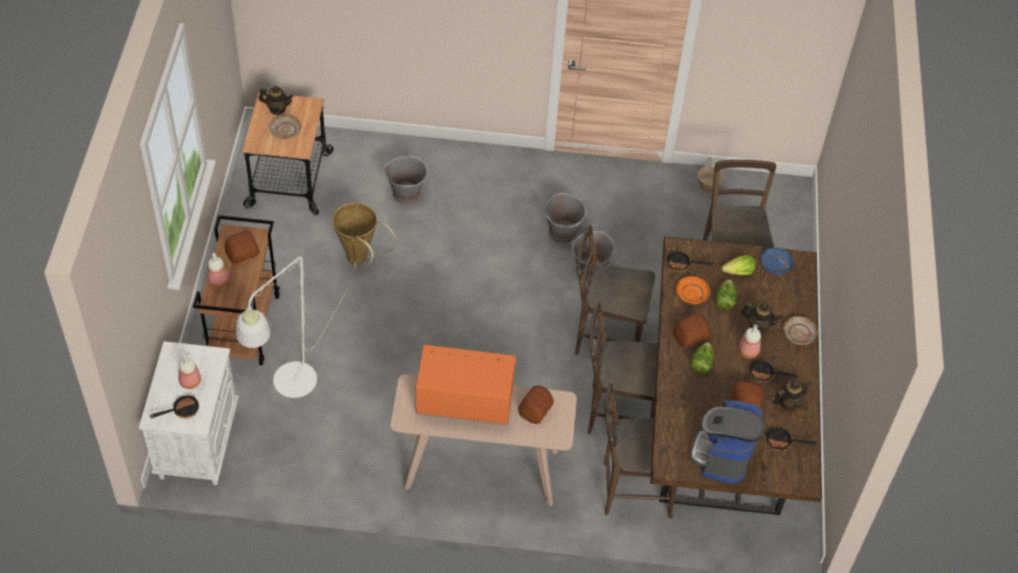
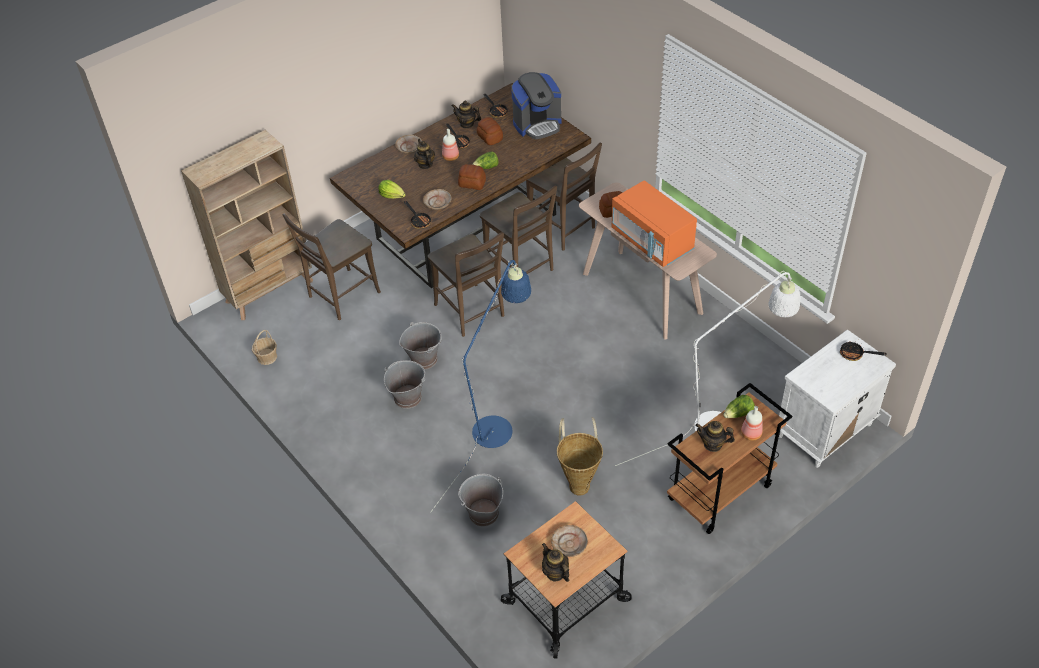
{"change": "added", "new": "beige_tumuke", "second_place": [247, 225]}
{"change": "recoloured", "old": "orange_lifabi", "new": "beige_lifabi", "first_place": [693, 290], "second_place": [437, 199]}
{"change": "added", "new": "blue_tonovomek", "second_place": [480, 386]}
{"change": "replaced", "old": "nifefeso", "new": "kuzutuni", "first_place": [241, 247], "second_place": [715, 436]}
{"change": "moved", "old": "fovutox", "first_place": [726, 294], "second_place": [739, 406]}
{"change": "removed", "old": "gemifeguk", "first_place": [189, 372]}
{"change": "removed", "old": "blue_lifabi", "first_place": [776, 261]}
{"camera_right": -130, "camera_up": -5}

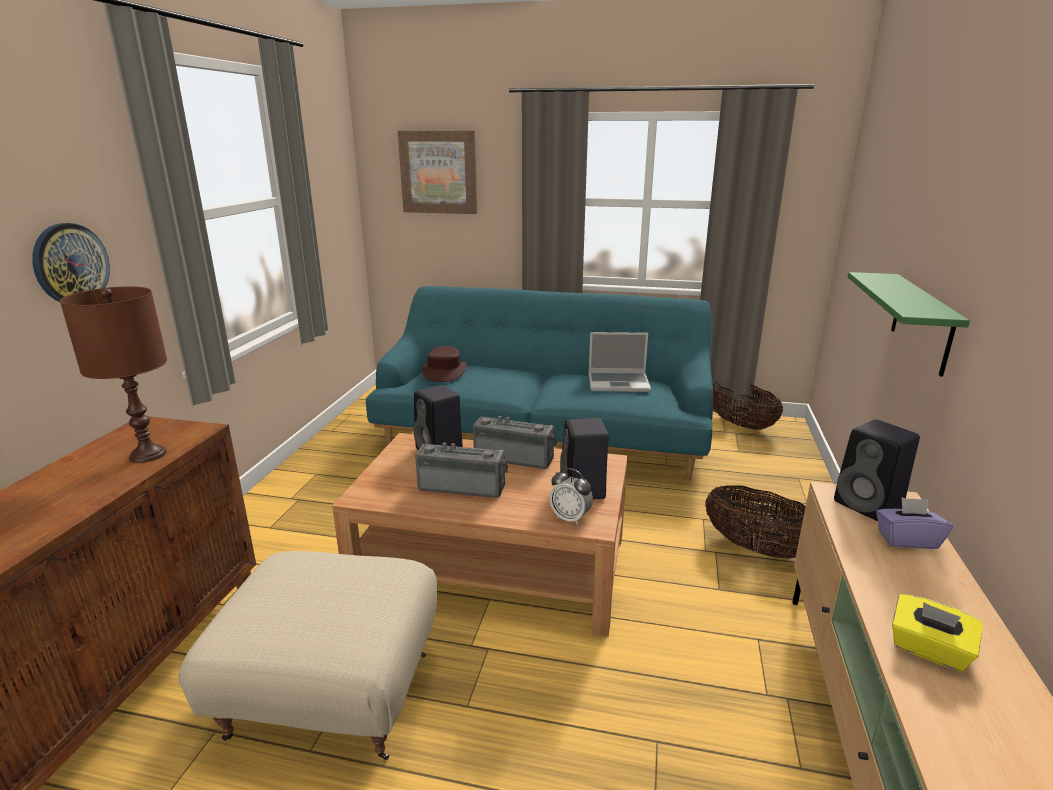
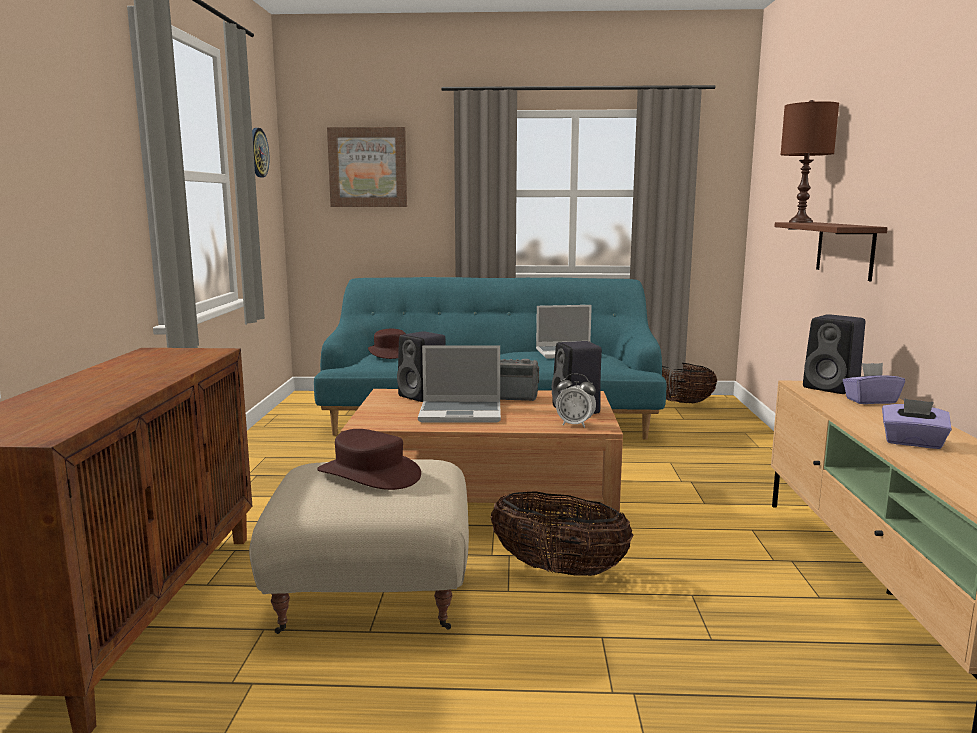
{"change": "moved", "old": "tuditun", "first_place": [71, 262], "second_place": [261, 152]}
{"change": "added", "new": "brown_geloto", "second_place": [369, 459]}
{"change": "replaced", "old": "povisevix", "new": "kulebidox", "first_place": [461, 470], "second_place": [459, 384]}
{"change": "moved", "old": "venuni", "first_place": [755, 521], "second_place": [562, 533]}
{"change": "recoloured", "old": "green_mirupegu", "new": "brown_mirupegu", "first_place": [909, 324], "second_place": [831, 251]}
{"change": "moved", "old": "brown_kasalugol", "first_place": [113, 374], "second_place": [809, 161]}
{"change": "recoloured", "old": "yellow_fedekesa", "new": "purple_fedekesa", "first_place": [937, 633], "second_place": [917, 423]}
{"camera_right": -10, "camera_up": -10}

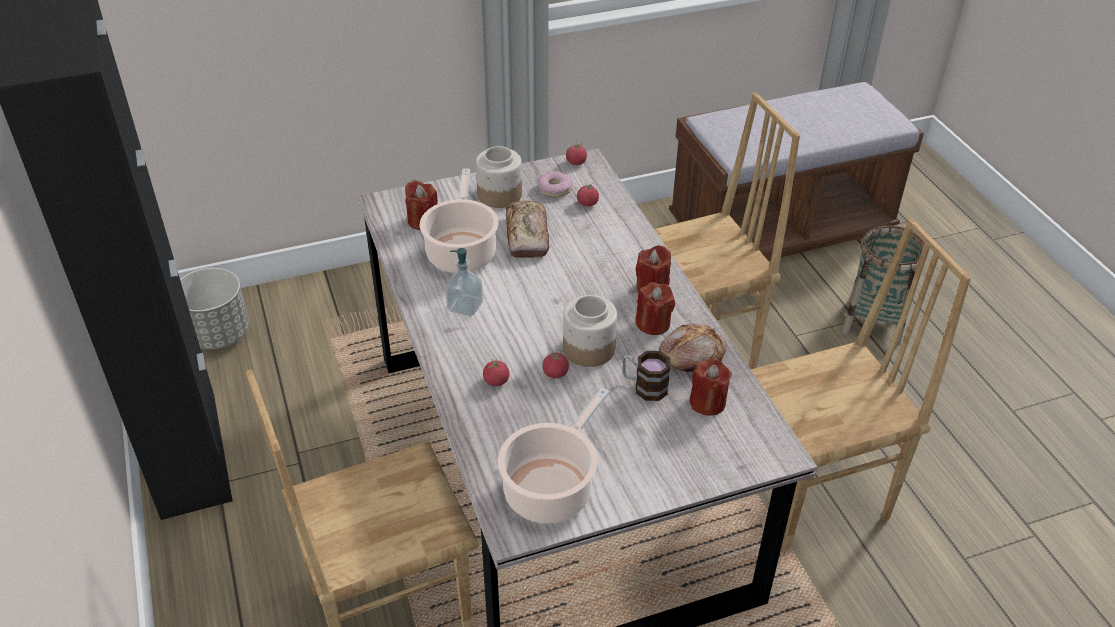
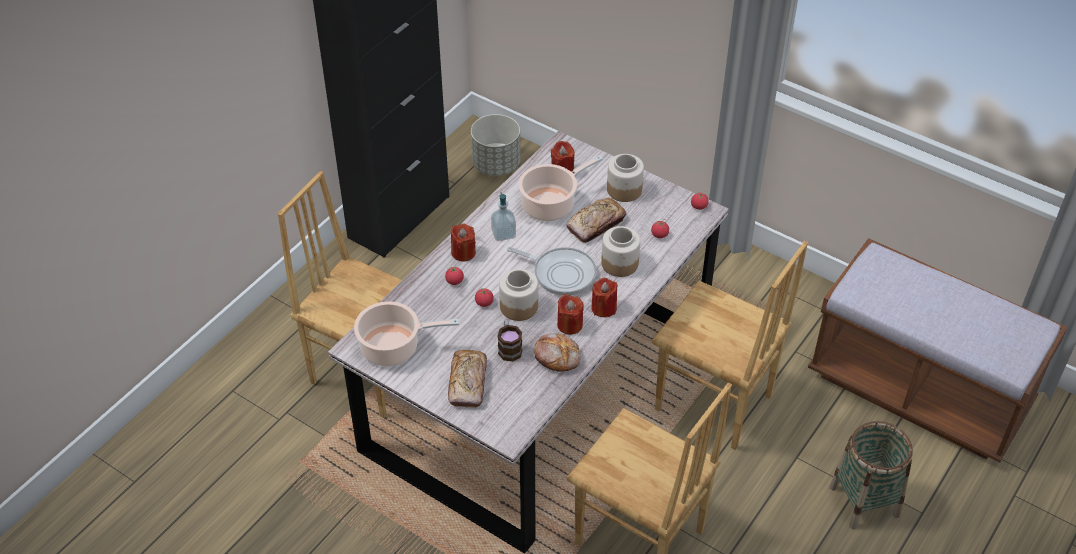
{"change": "added", "new": "nifefeso", "second_place": [467, 379]}
{"change": "moved", "old": "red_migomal", "first_place": [710, 387], "second_place": [463, 242]}
{"change": "added", "new": "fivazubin", "second_place": [551, 271]}
{"change": "added", "new": "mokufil", "second_place": [620, 251]}
{"change": "removed", "old": "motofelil", "first_place": [554, 184]}
{"camera_right": 55, "camera_up": 5}

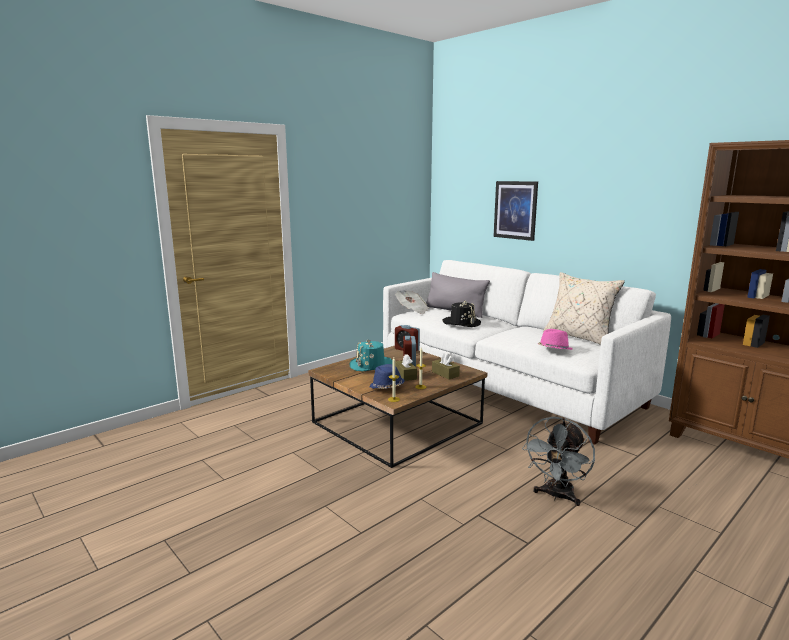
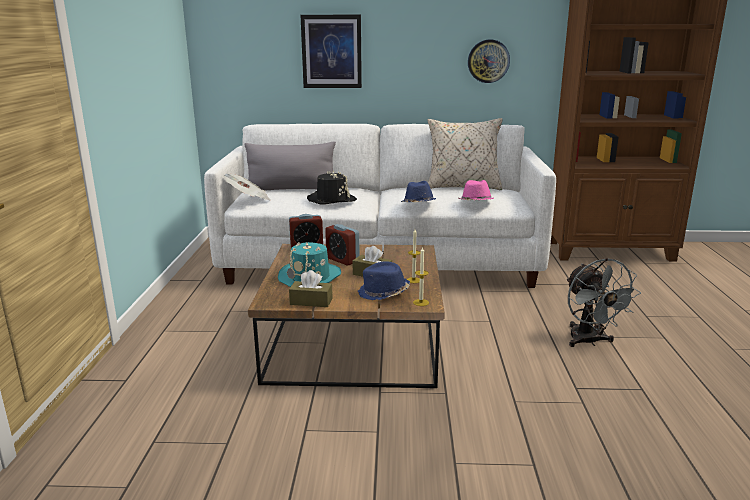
{"change": "moved", "old": "brown_fedekesa", "first_place": [446, 366], "second_place": [311, 288]}
{"change": "added", "new": "blue_geloto", "second_place": [418, 192]}
{"change": "added", "new": "tuditun", "second_place": [489, 61]}
{"camera_right": -45, "camera_up": 5}

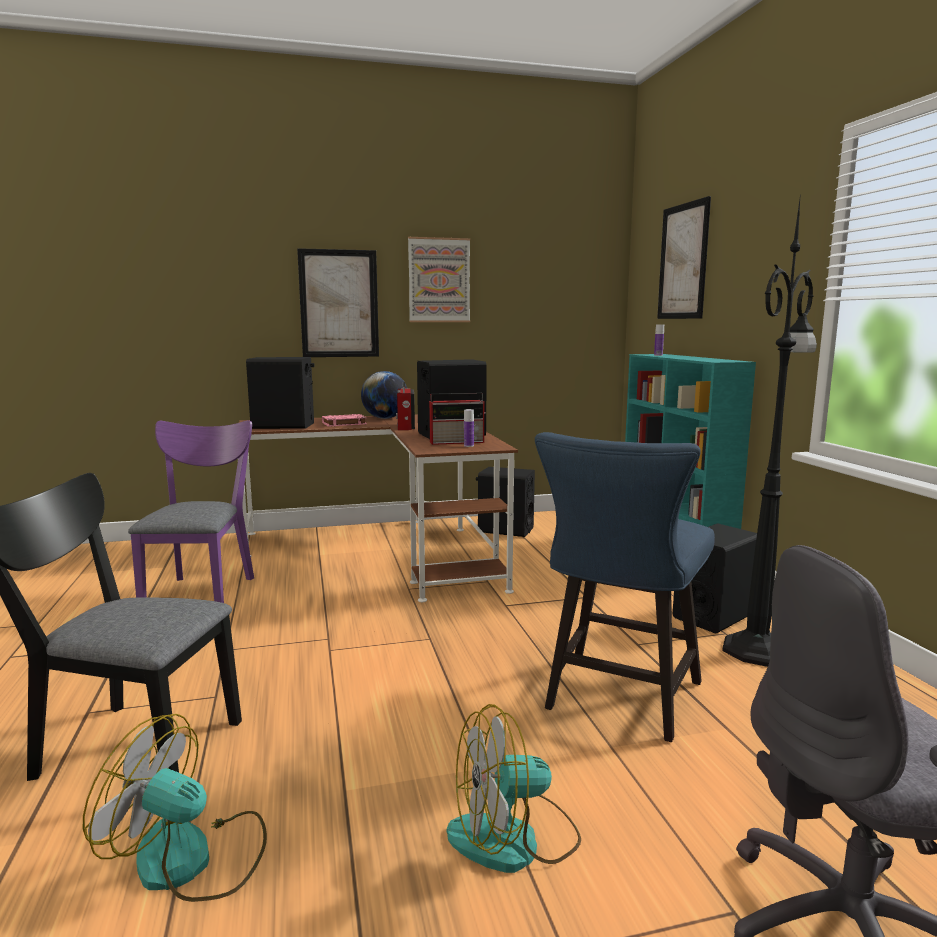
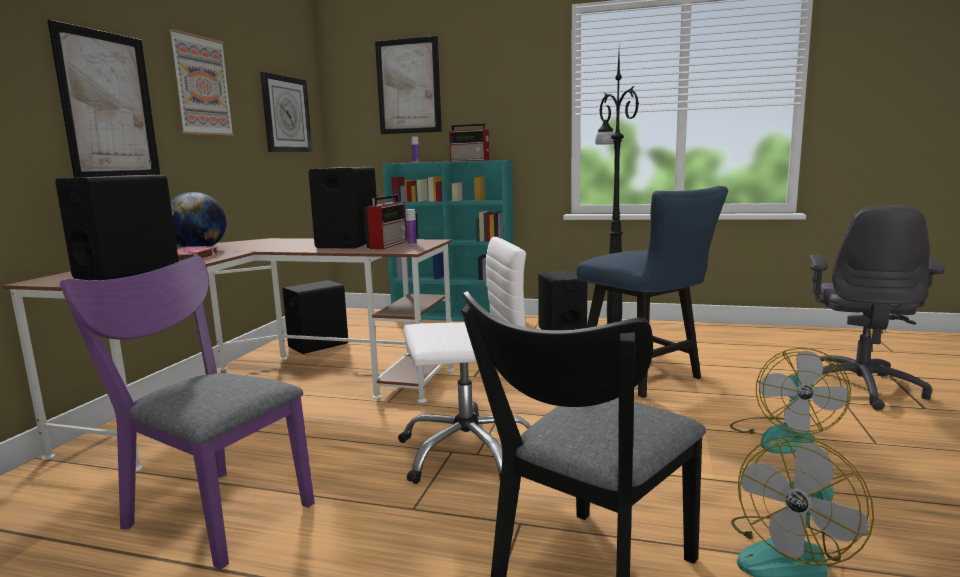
{"change": "added", "new": "tuditun", "second_place": [286, 112]}
{"change": "added", "new": "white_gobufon", "second_place": [464, 360]}
{"change": "moved", "old": "povisevix", "first_place": [405, 406], "second_place": [469, 142]}
{"camera_right": -60, "camera_up": 0}

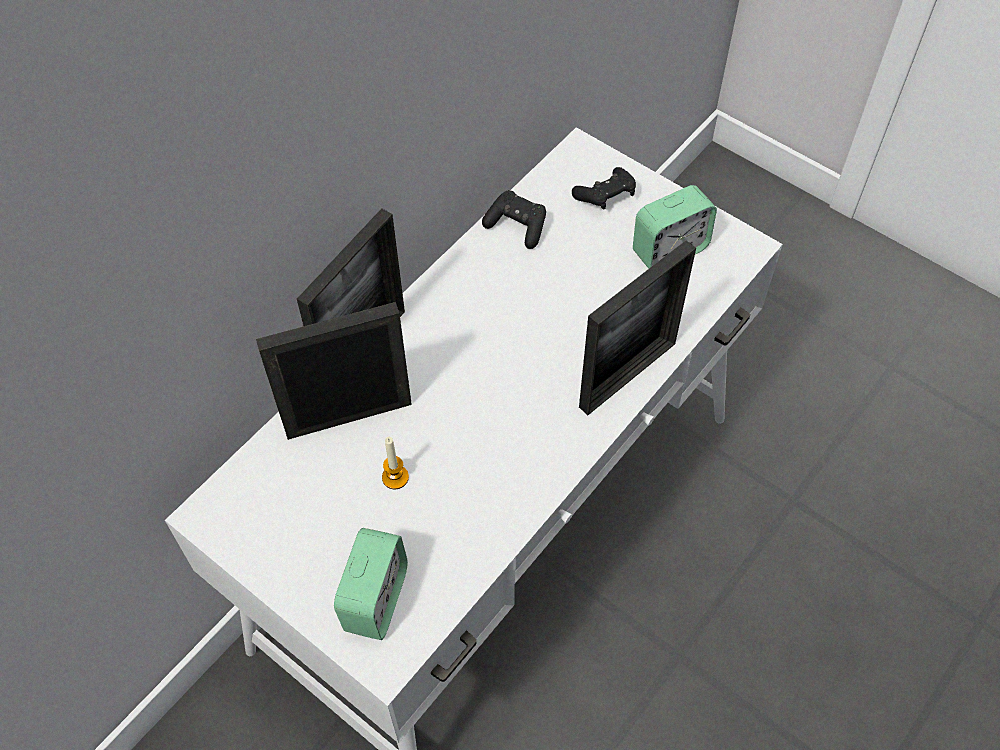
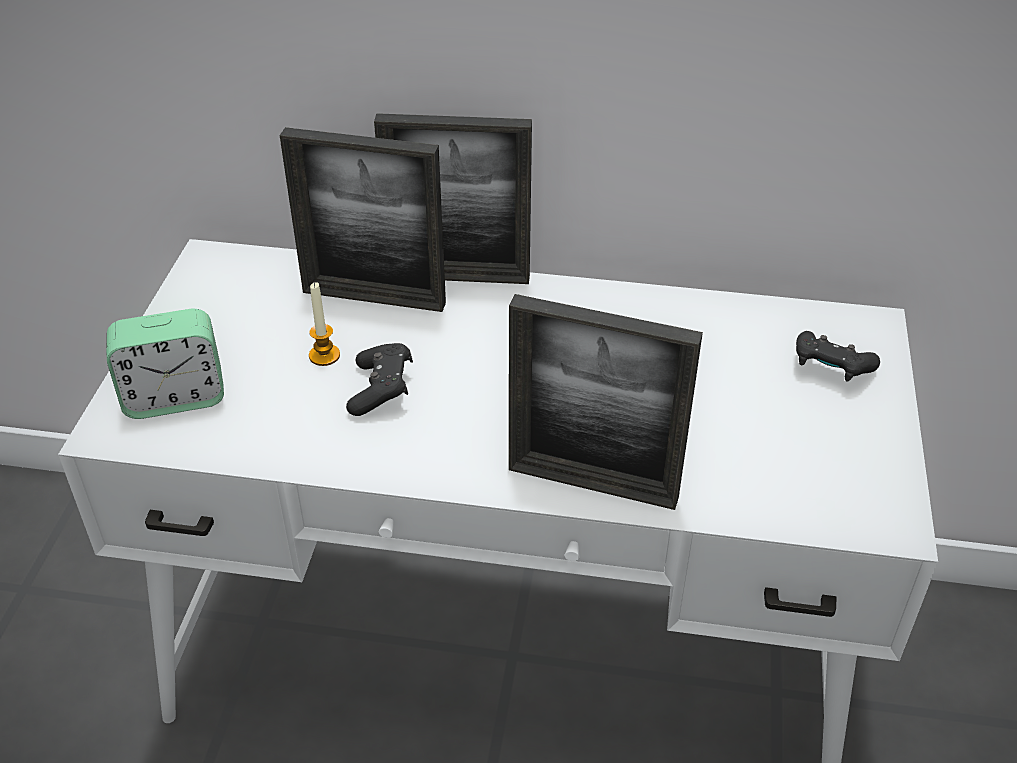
{"change": "turned", "old": "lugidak", "first_place": [334, 371], "second_place": [363, 219], "degrees": 150}
{"change": "moved", "old": "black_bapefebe", "first_place": [514, 219], "second_place": [379, 379]}
{"change": "removed", "old": "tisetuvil", "first_place": [675, 226]}
{"camera_right": 60, "camera_up": -15}

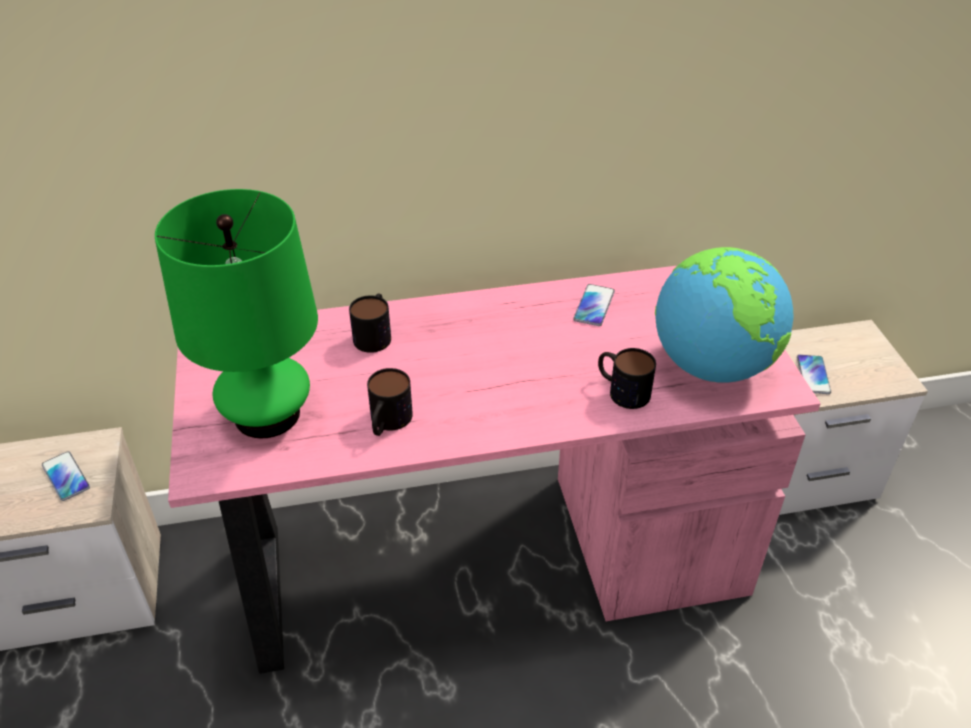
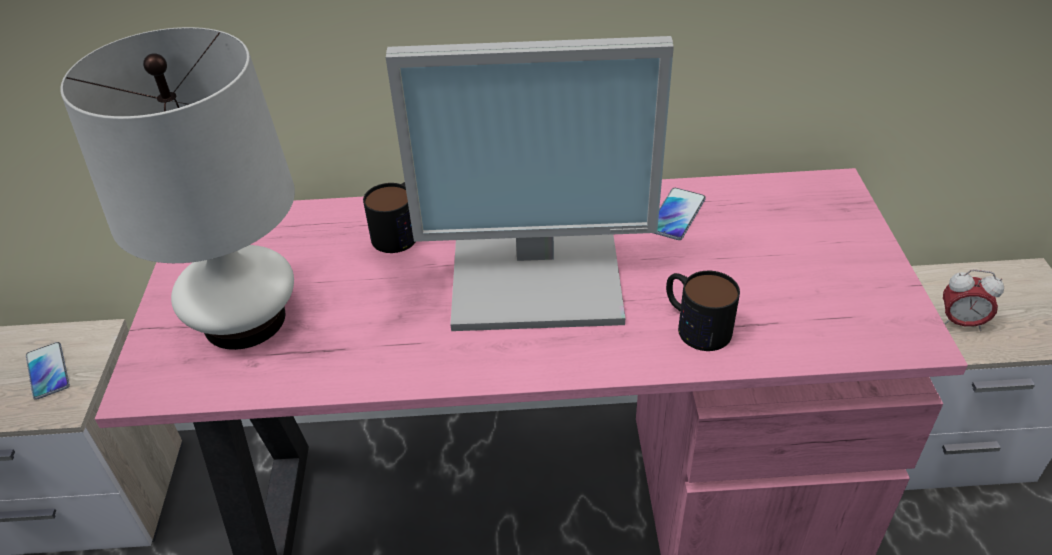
{"change": "recoloured", "old": "green_kasalugol", "new": "white_kasalugol", "first_place": [236, 313], "second_place": [177, 188]}
{"change": "added", "new": "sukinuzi", "second_place": [530, 183]}
{"change": "replaced", "old": "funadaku", "new": "tisetuvil", "first_place": [814, 374], "second_place": [973, 300]}
{"change": "removed", "old": "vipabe", "first_place": [390, 402]}
{"change": "removed", "old": "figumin", "first_place": [724, 315]}
{"camera_right": 10, "camera_up": 0}

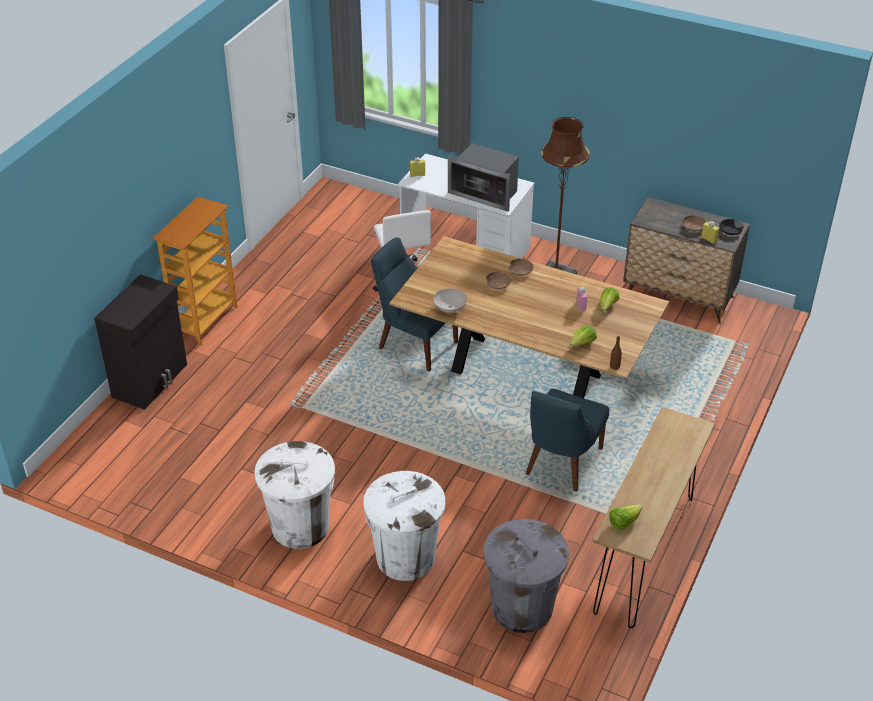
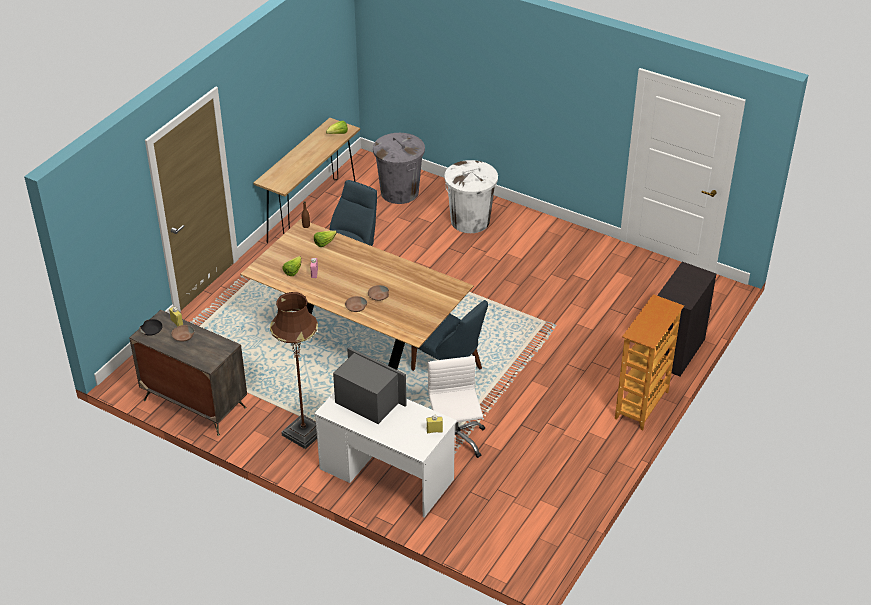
{"change": "removed", "old": "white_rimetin", "first_place": [294, 495]}
{"change": "removed", "old": "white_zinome", "first_place": [450, 301]}
{"camera_right": -175, "camera_up": 0}

